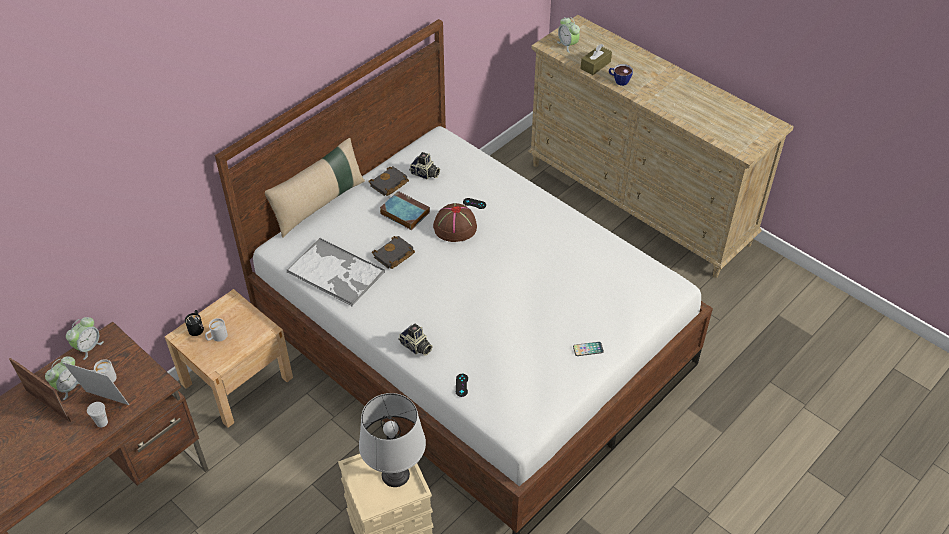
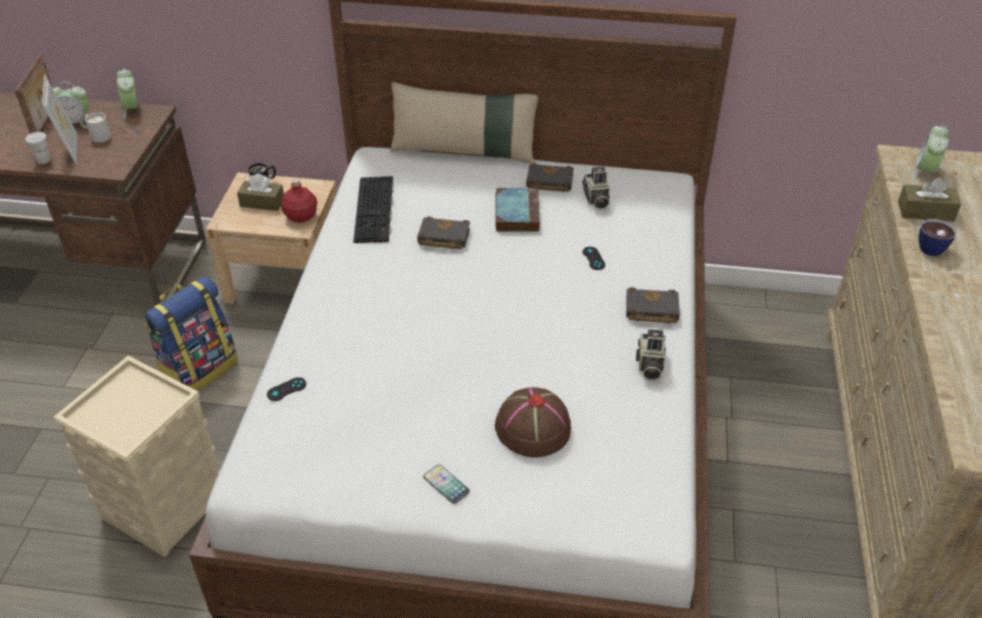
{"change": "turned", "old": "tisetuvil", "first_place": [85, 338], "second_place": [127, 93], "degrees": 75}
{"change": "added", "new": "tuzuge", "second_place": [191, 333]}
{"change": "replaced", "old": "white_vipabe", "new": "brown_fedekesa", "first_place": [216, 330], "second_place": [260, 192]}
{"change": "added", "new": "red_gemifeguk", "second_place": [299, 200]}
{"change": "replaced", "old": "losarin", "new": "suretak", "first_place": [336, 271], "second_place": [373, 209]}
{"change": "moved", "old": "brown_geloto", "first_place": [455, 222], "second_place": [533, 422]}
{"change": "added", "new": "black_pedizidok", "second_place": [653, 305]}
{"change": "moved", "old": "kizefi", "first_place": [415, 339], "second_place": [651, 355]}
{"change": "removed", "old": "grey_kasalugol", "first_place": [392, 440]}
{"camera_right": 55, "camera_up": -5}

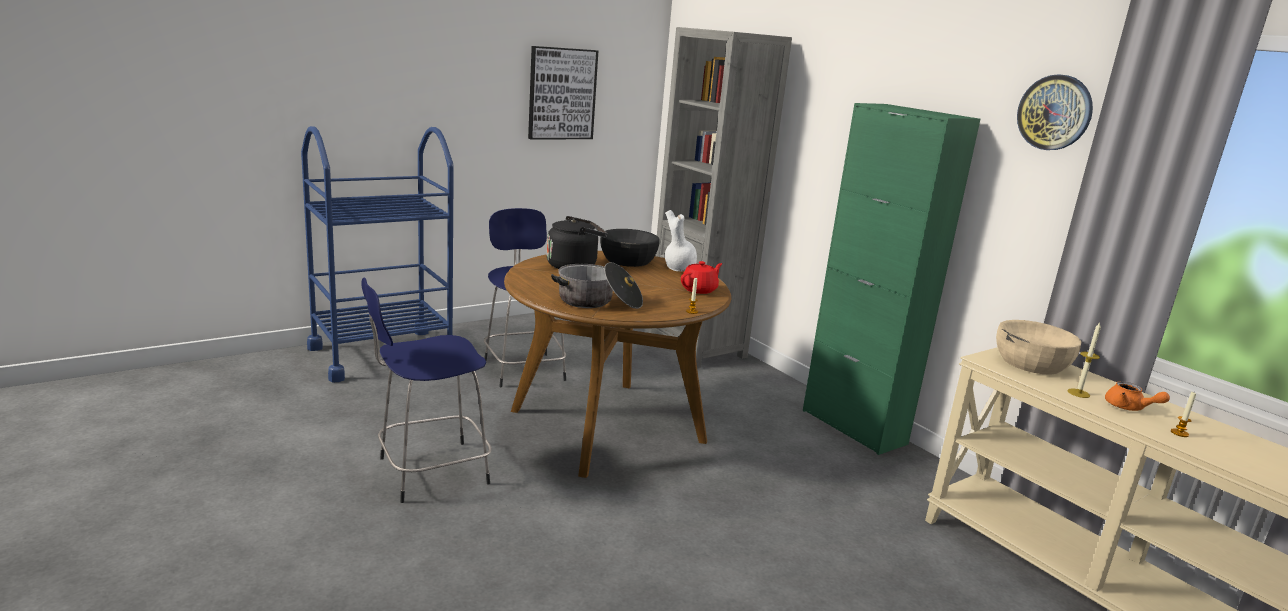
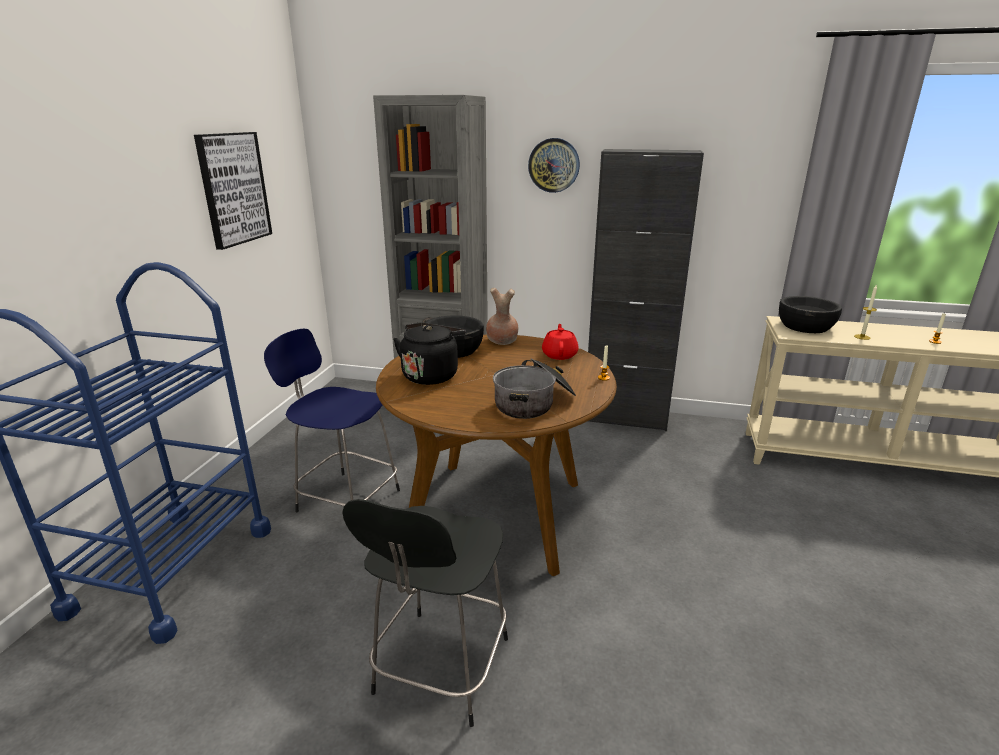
{"change": "recoloured", "old": "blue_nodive", "new": "black_nodive", "first_place": [426, 390], "second_place": [425, 613]}
{"change": "recoloured", "old": "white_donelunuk", "new": "brown_donelunuk", "first_place": [681, 240], "second_place": [502, 316]}
{"change": "moved", "old": "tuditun", "first_place": [1055, 112], "second_place": [554, 165]}
{"change": "recoloured", "old": "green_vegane", "new": "black_vegane", "first_place": [891, 279], "second_place": [646, 290]}
{"change": "recoloured", "old": "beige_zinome", "new": "black_zinome", "first_place": [1038, 347], "second_place": [810, 314]}
{"change": "removed", "old": "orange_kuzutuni", "first_place": [1137, 396]}
{"camera_right": -40, "camera_up": 5}

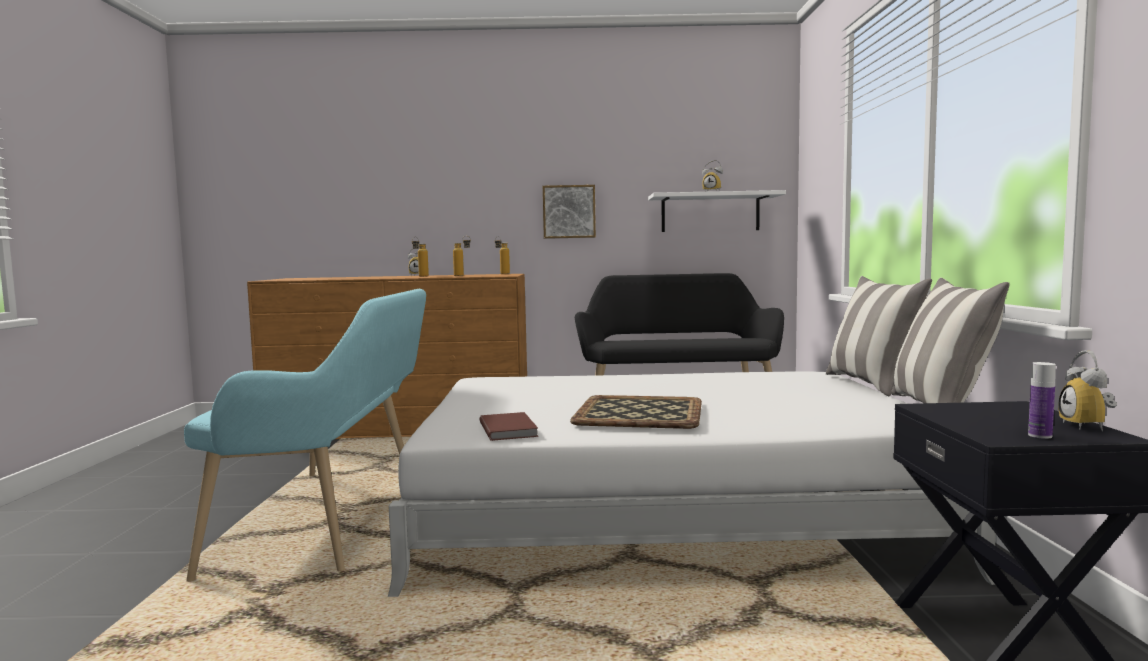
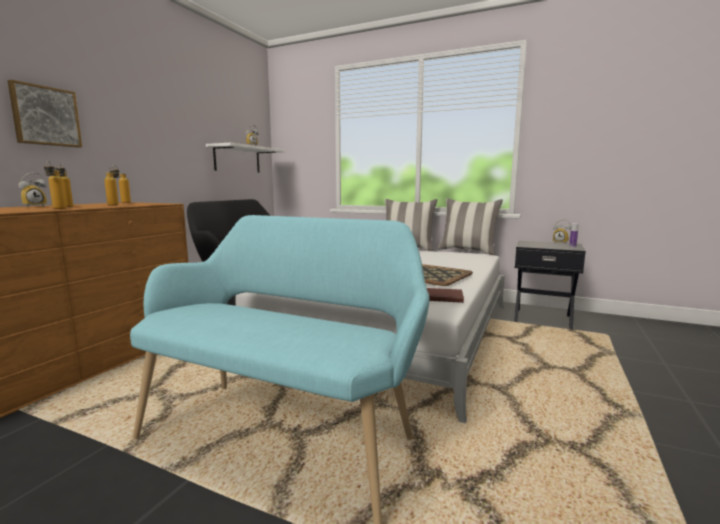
{"change": "moved", "old": "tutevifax", "first_place": [569, 212], "second_place": [44, 114]}
{"change": "added", "new": "gemifeguk", "second_place": [55, 185]}
{"camera_right": -65, "camera_up": 5}

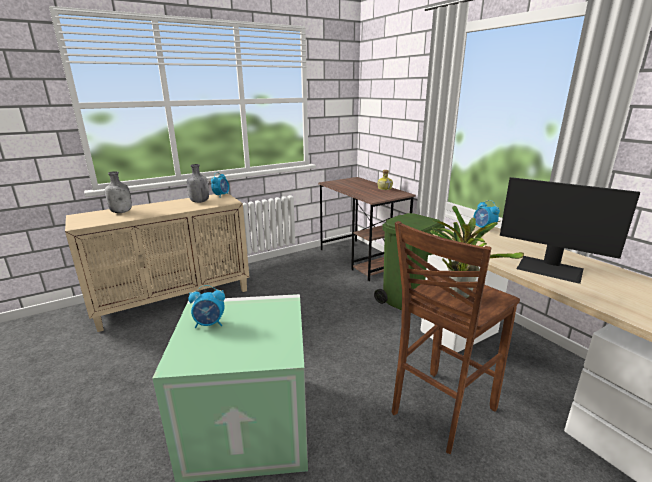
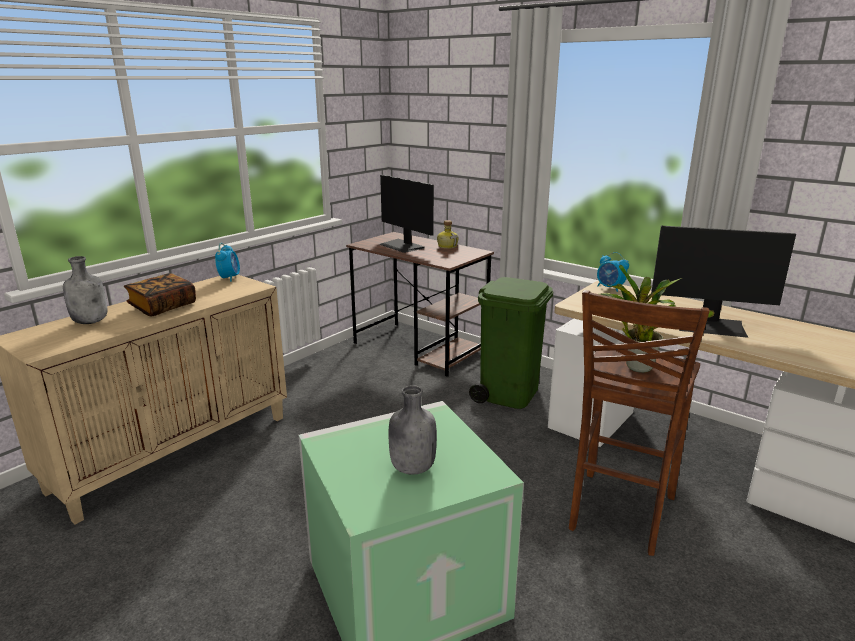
{"change": "added", "new": "pedizidok", "second_place": [160, 294]}
{"change": "added", "new": "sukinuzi", "second_place": [406, 214]}
{"change": "moved", "old": "grey_gemifeguk", "first_place": [198, 183], "second_place": [413, 430]}
{"change": "removed", "old": "tisetuvil", "first_place": [207, 306]}
{"camera_right": -20, "camera_up": 0}

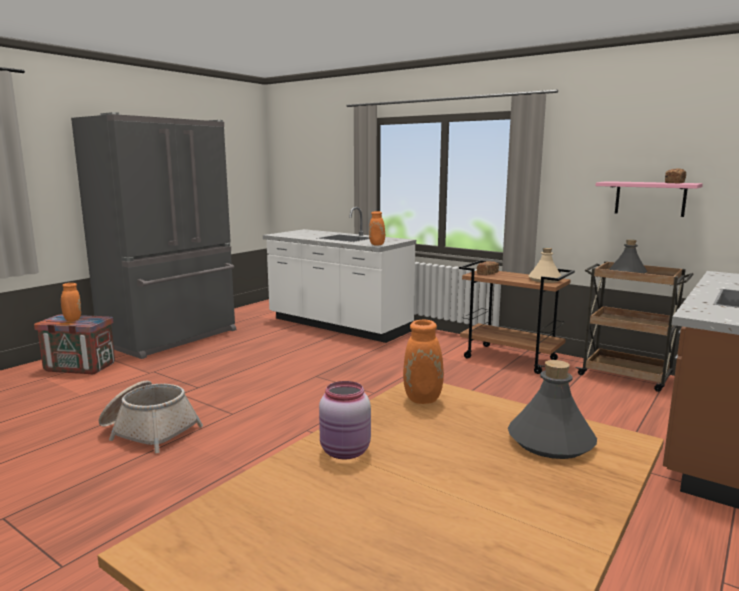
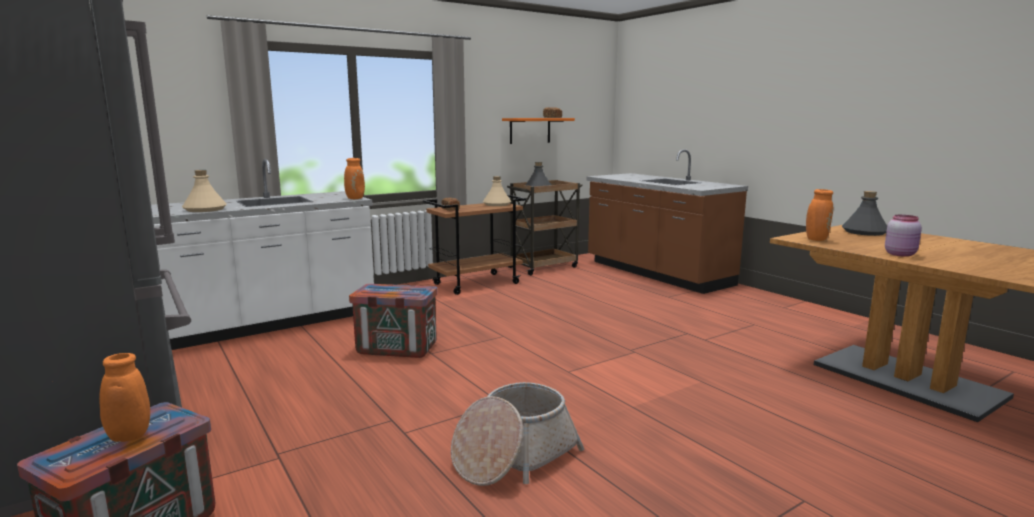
{"change": "added", "new": "beige_gemifeguk", "second_place": [204, 191]}
{"change": "added", "new": "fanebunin", "second_place": [393, 321]}
{"change": "recoloured", "old": "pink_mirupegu", "new": "orange_mirupegu", "first_place": [649, 199], "second_place": [538, 131]}
{"camera_right": -70, "camera_up": 0}

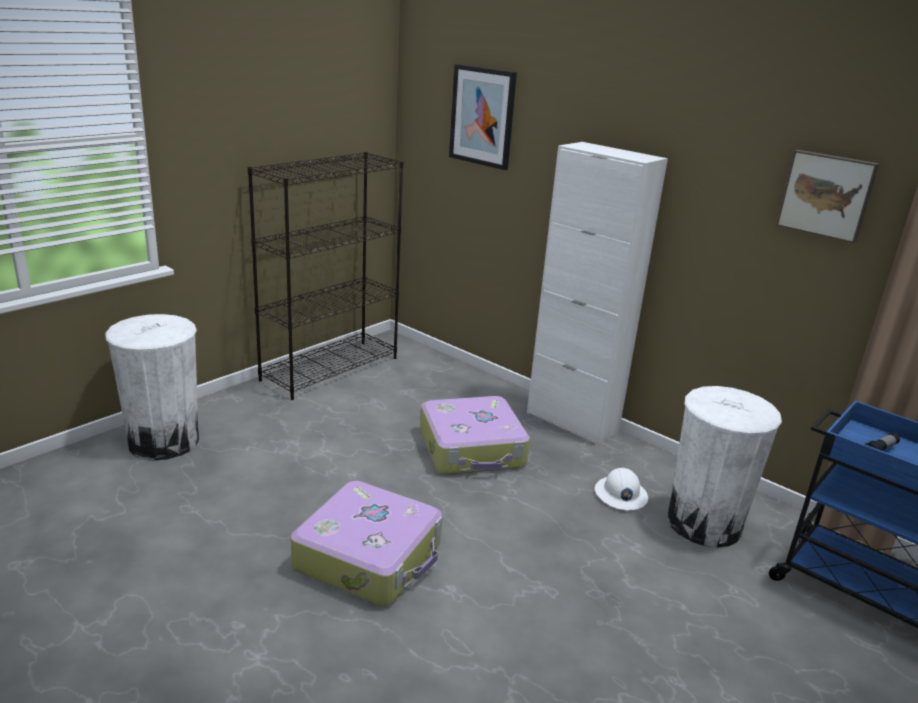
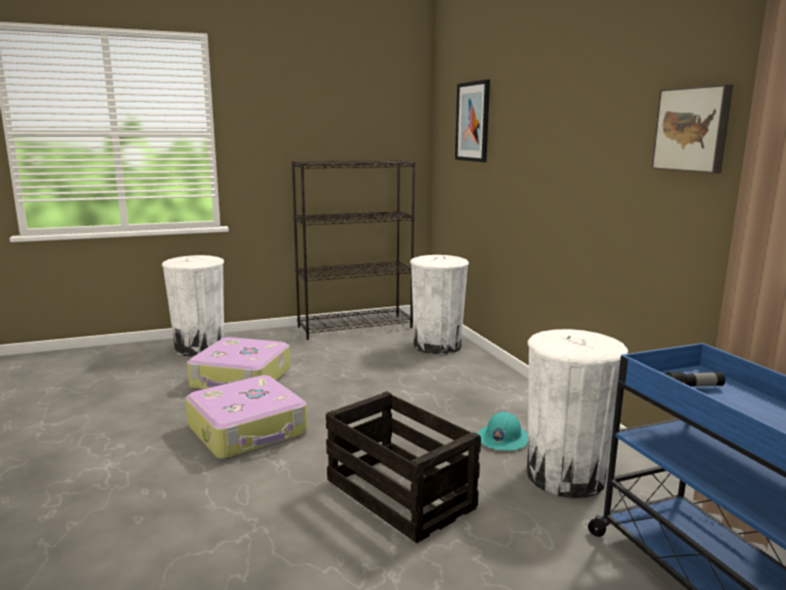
{"change": "moved", "old": "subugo", "first_place": [475, 435], "second_place": [238, 363]}
{"change": "added", "new": "fanebunin", "second_place": [403, 467]}
{"change": "added", "new": "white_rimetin", "second_place": [439, 305]}
{"change": "recoloured", "old": "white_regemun", "new": "turquoise_regemun", "first_place": [621, 489], "second_place": [502, 431]}
{"change": "removed", "old": "white_vegane", "first_place": [597, 294]}
{"camera_right": 30, "camera_up": -10}

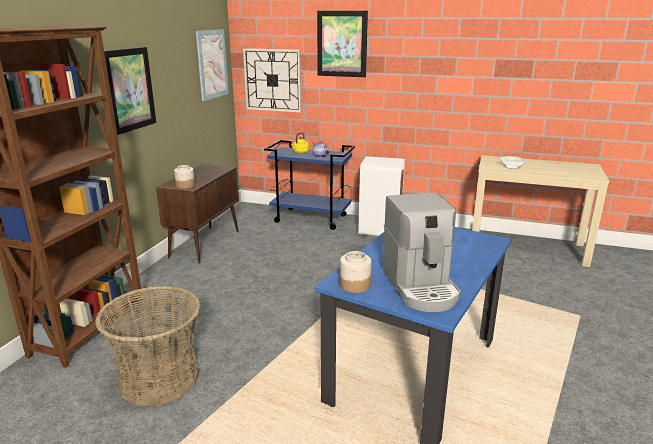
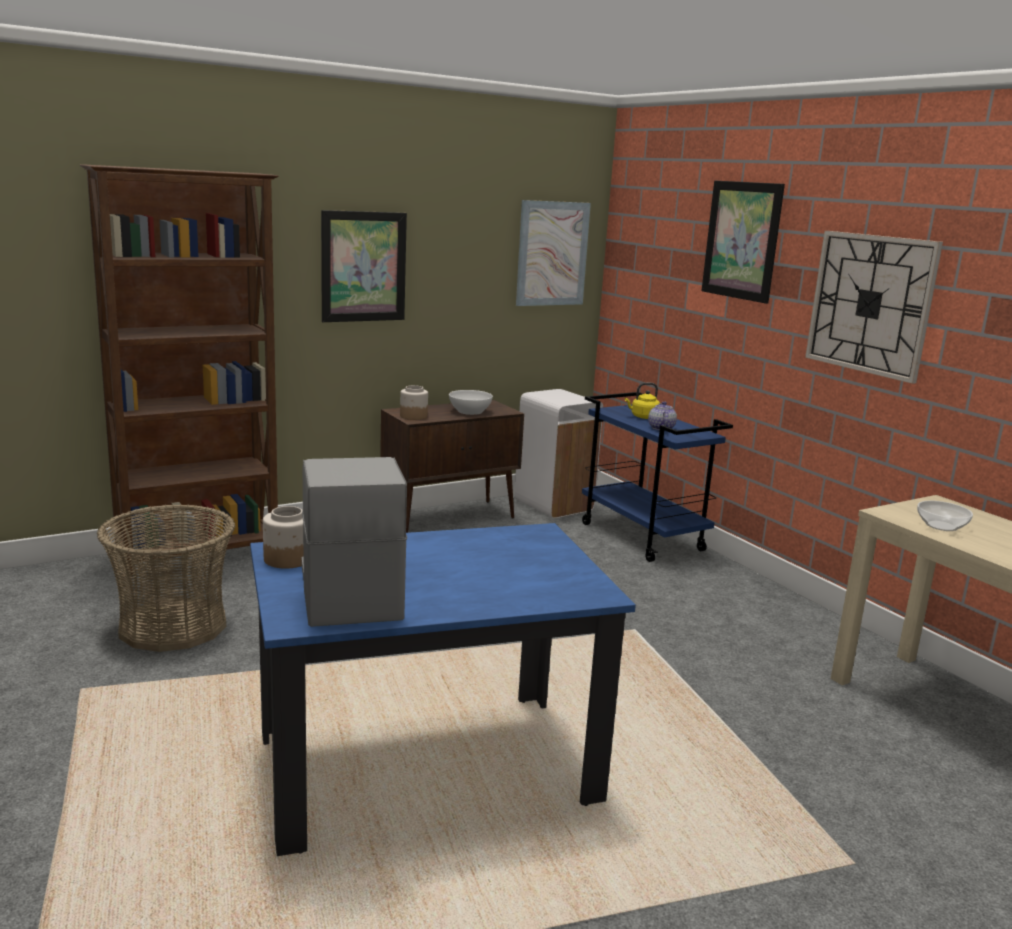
{"change": "turned", "old": "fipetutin", "first_place": [421, 252], "second_place": [354, 542], "degrees": 135}
{"change": "added", "new": "white_zinome", "second_place": [471, 402]}
{"change": "moved", "old": "white_rimetin", "first_place": [381, 196], "second_place": [558, 453]}
{"change": "moved", "old": "tuditun", "first_place": [272, 80], "second_place": [874, 307]}
{"camera_right": 40, "camera_up": -5}

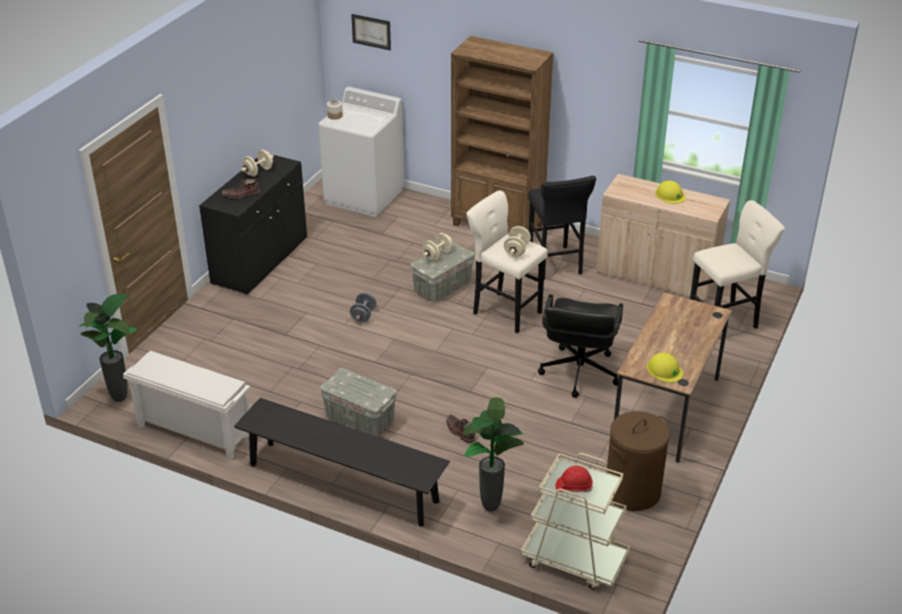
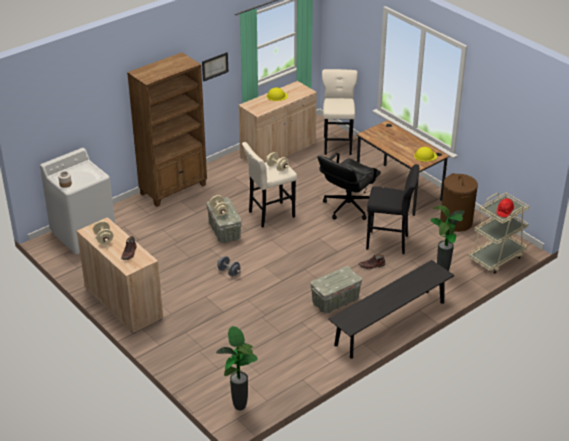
{"change": "recoloured", "old": "black_vegane", "new": "beige_vegane", "first_place": [253, 225], "second_place": [120, 275]}
{"change": "moved", "old": "tutevifax", "first_place": [371, 32], "second_place": [215, 67]}
{"change": "turned", "old": "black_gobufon", "first_place": [580, 346], "second_place": [349, 186], "degrees": 90}
{"change": "moved", "old": "black_nodive", "first_place": [562, 228], "second_place": [392, 209]}
{"change": "removed", "old": "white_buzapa", "first_place": [186, 405]}
{"camera_right": -65, "camera_up": 0}

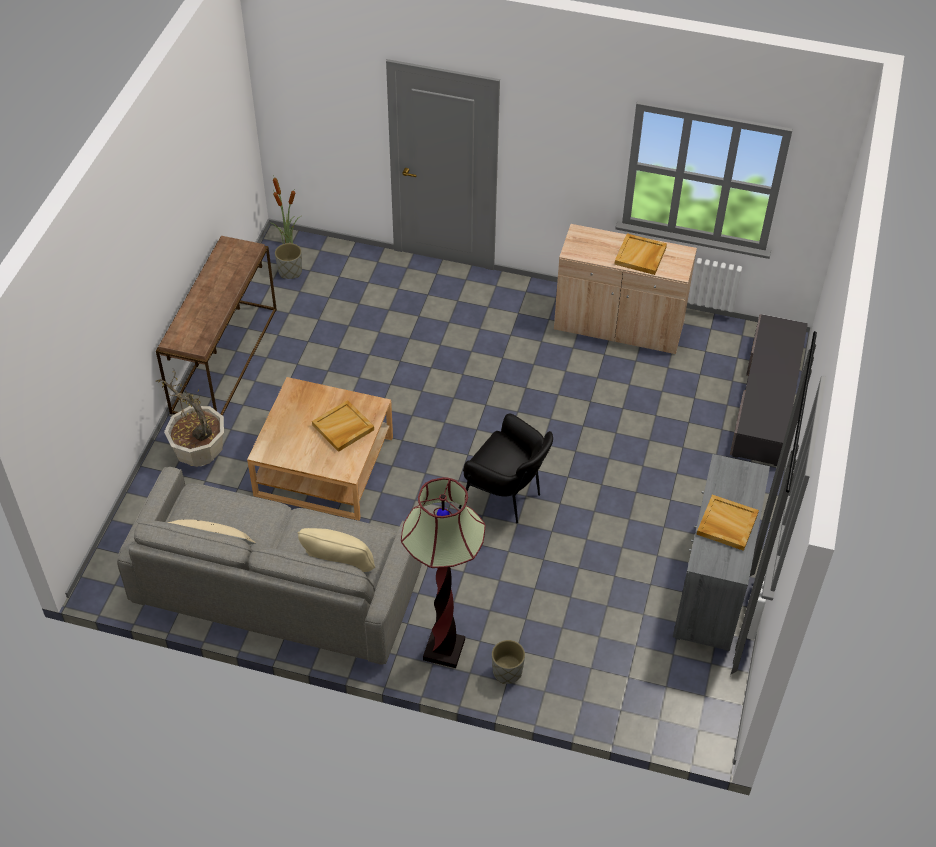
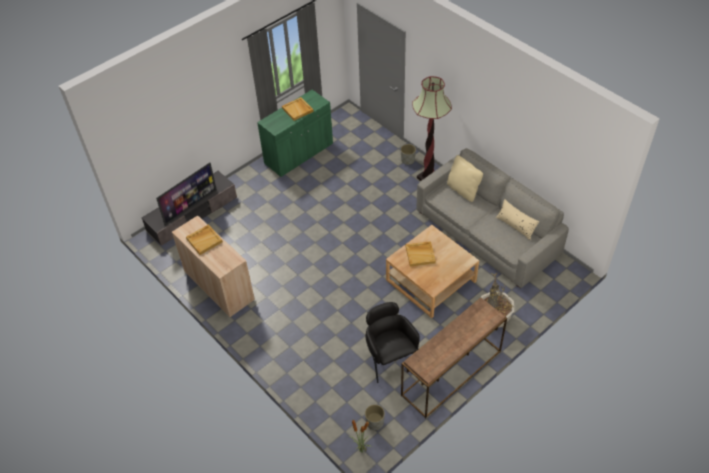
{"change": "added", "new": "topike", "second_place": [186, 194]}
{"change": "recoloured", "old": "grey_vegane", "new": "green_vegane", "first_place": [721, 552], "second_place": [295, 133]}
{"change": "moved", "old": "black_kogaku", "first_place": [506, 468], "second_place": [393, 342]}
{"camera_right": -145, "camera_up": 0}

